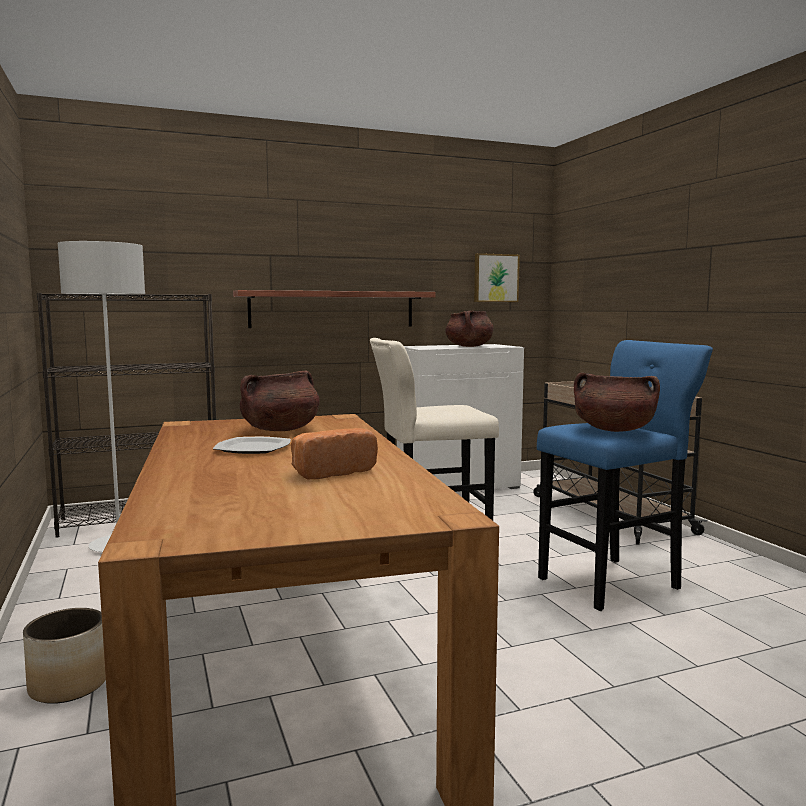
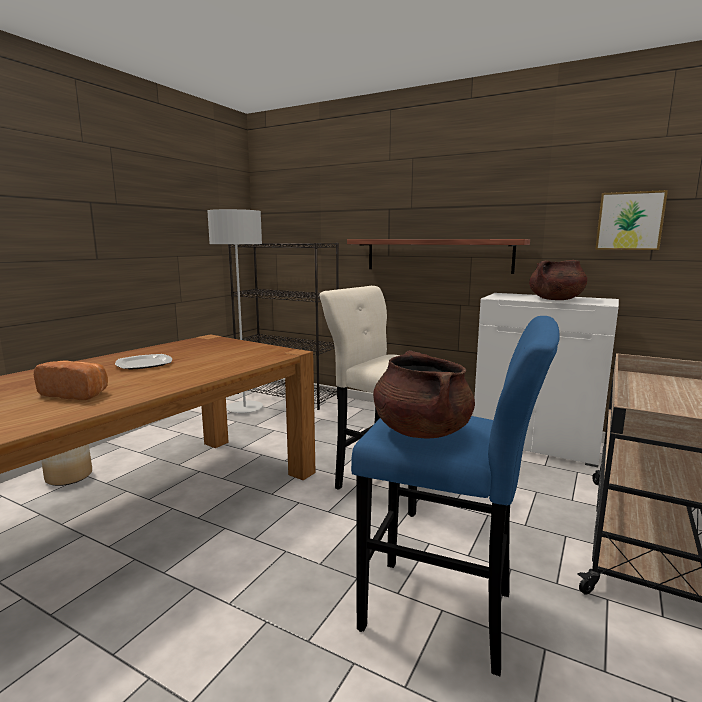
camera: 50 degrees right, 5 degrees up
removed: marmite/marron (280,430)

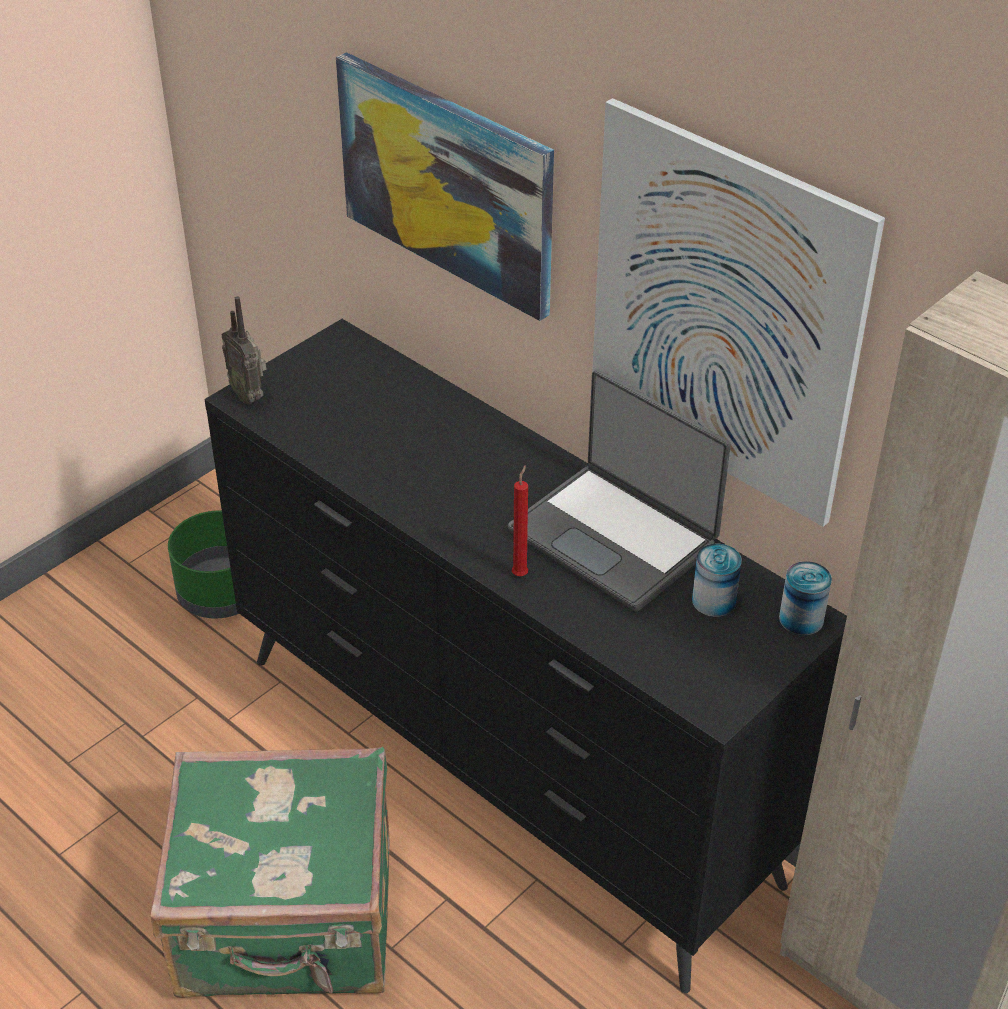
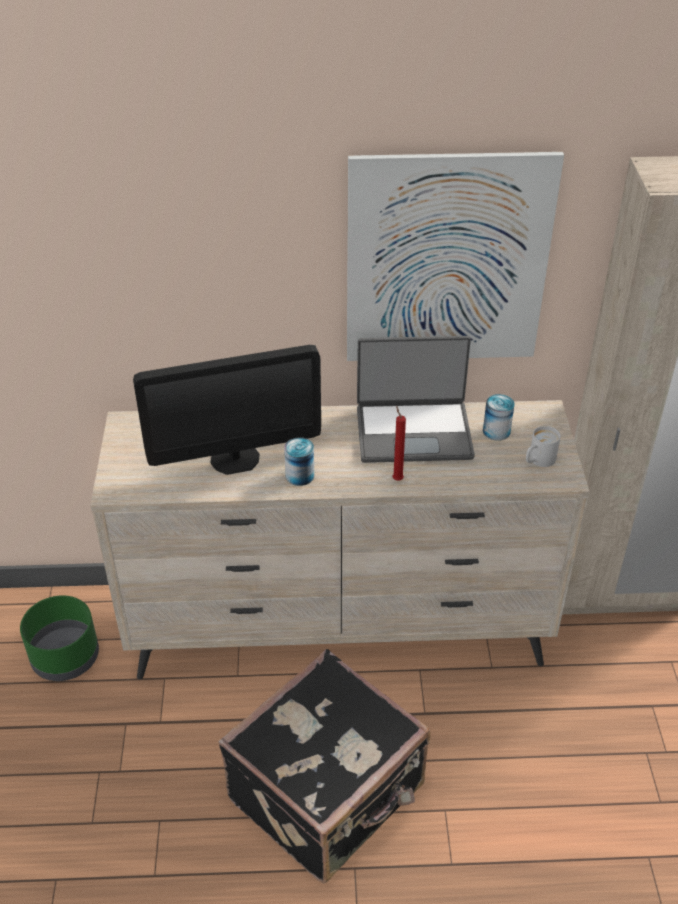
camera: 45 degrees left, 0 degrees up
removed: radio (249,395); tableau (447,182)
added: écran d'ordinateur (235,459); mug/blanc (538,461)
moved: boîte métallique (801,619) to (300,475)
recoloured: valise/vert (288,922) to valise/noir (329,795); commode/noir (505,770) to commode/beige (341,630)

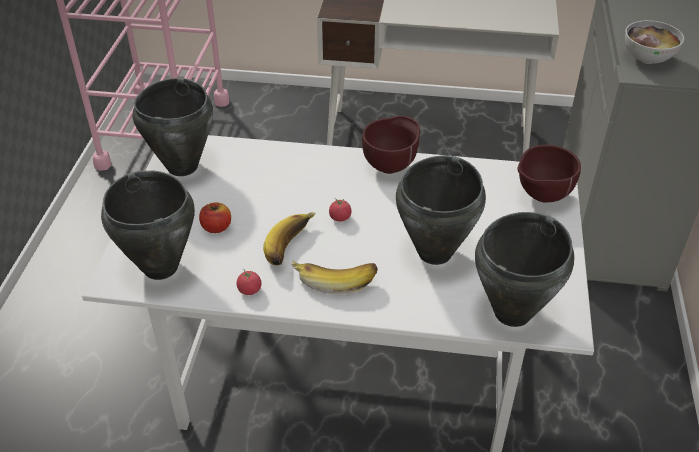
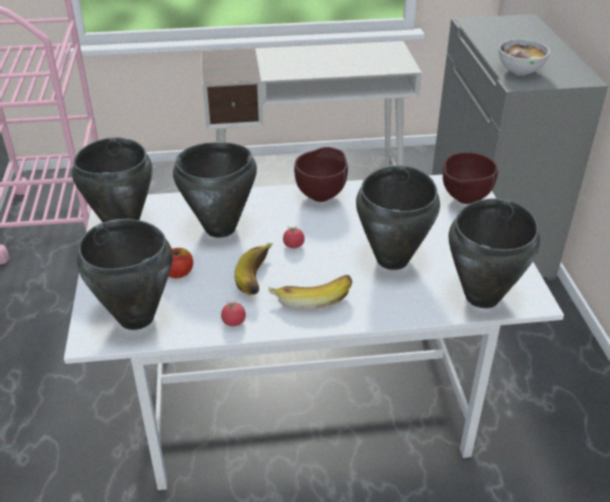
camera: 15 degrees left, 5 degrees down
added: marmite/noir (221,229)

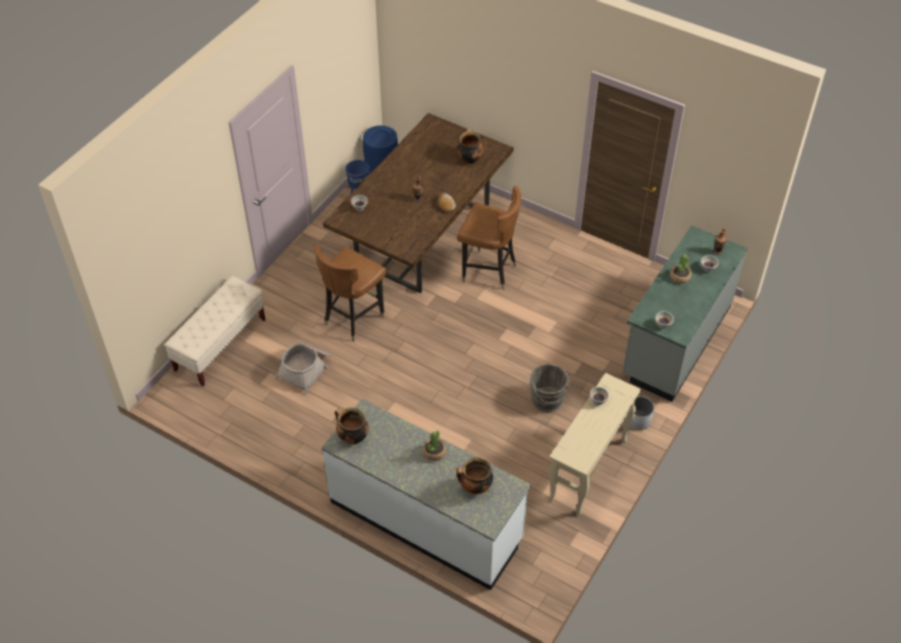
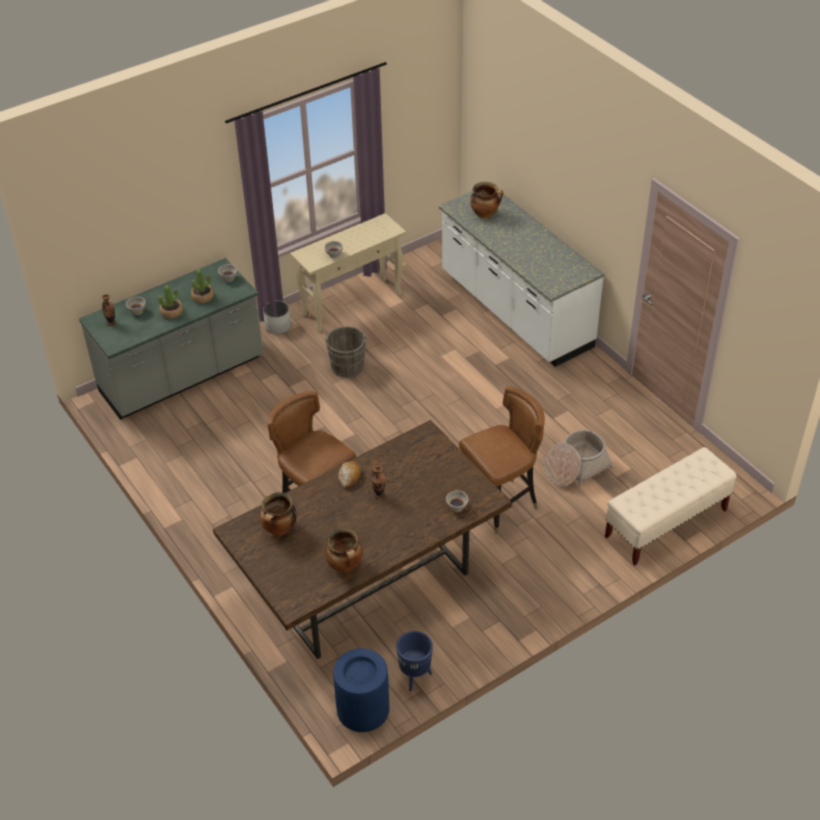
camera: 155 degrees left, 5 degrees down
moved: marmite (352,437) to (345,566); plante en pot (434,452) to (202,297)

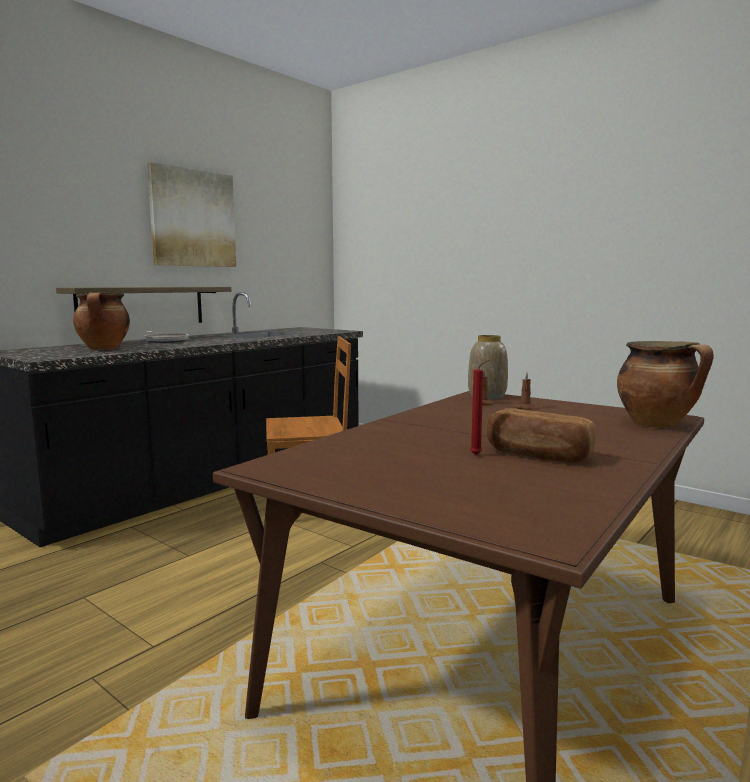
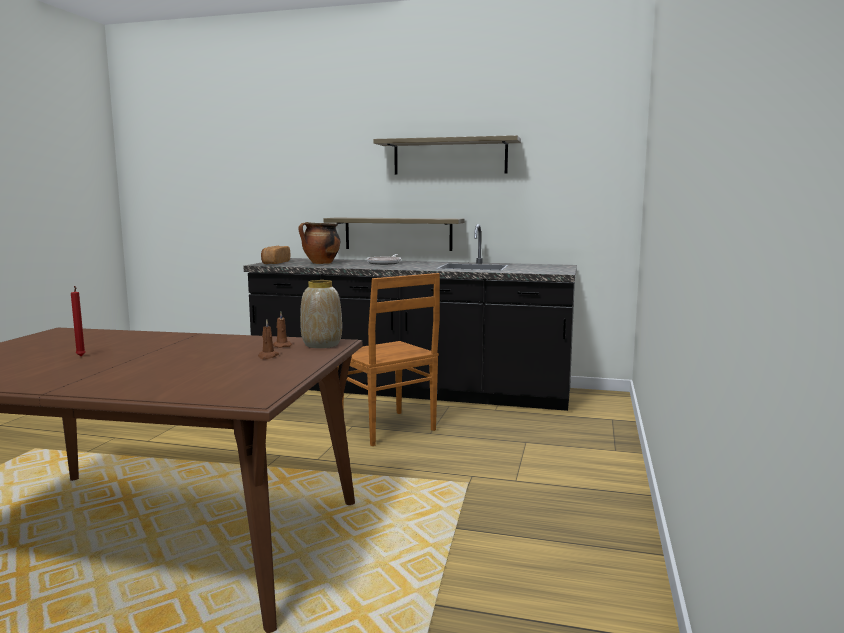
camera: 65 degrees right, 0 degrees up
removed: marmite (658,424)
moved: pain (537,455) to (275,263)
replaced: tableau (193,218) to étagère (450,157)

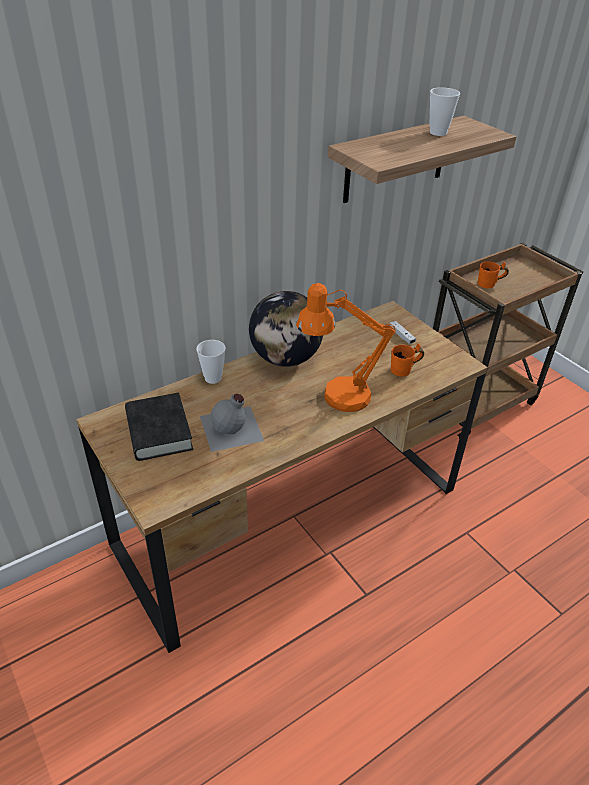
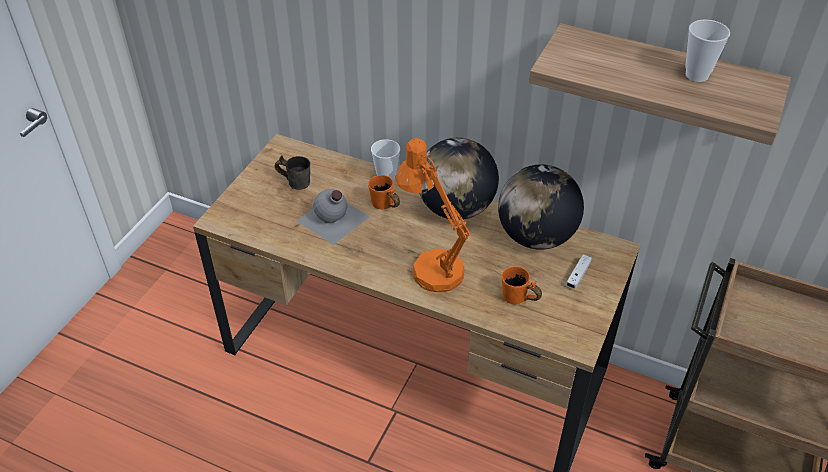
camera: 60 degrees right, 5 degrees up
added: globe (536,237)
moved: mug/orange (490,286) to (383,207)
replaced: livre/noir (159,432) to mug/gris (296,181)

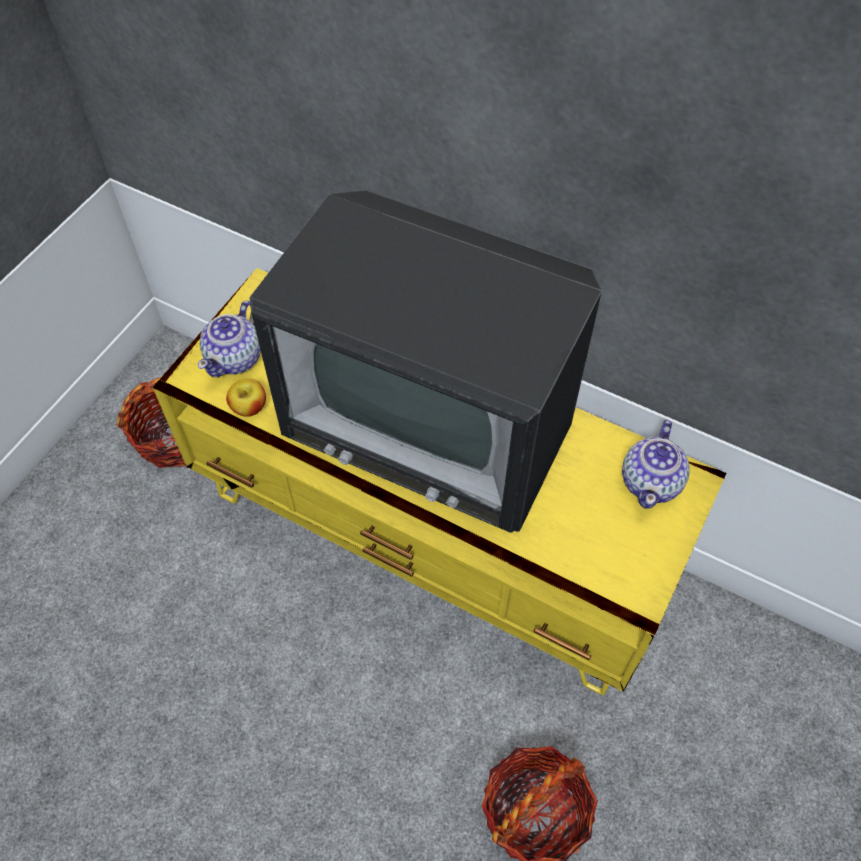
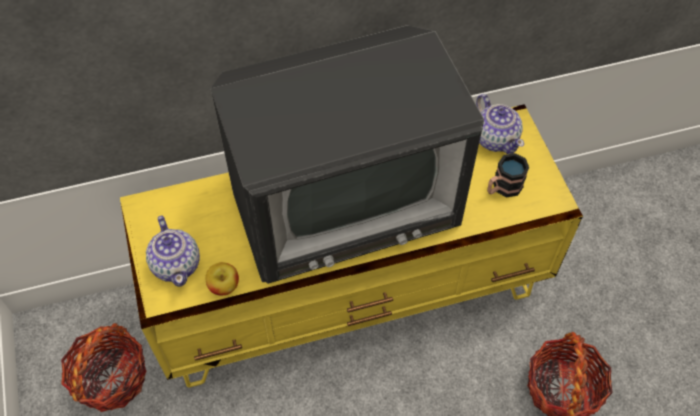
camera: 45 degrees left, 0 degrees up
added: mug (502,188)

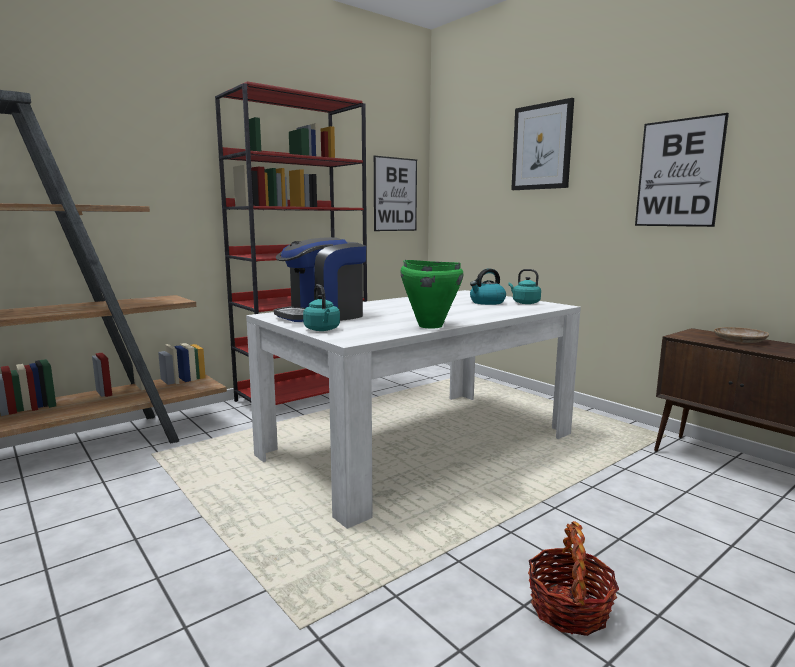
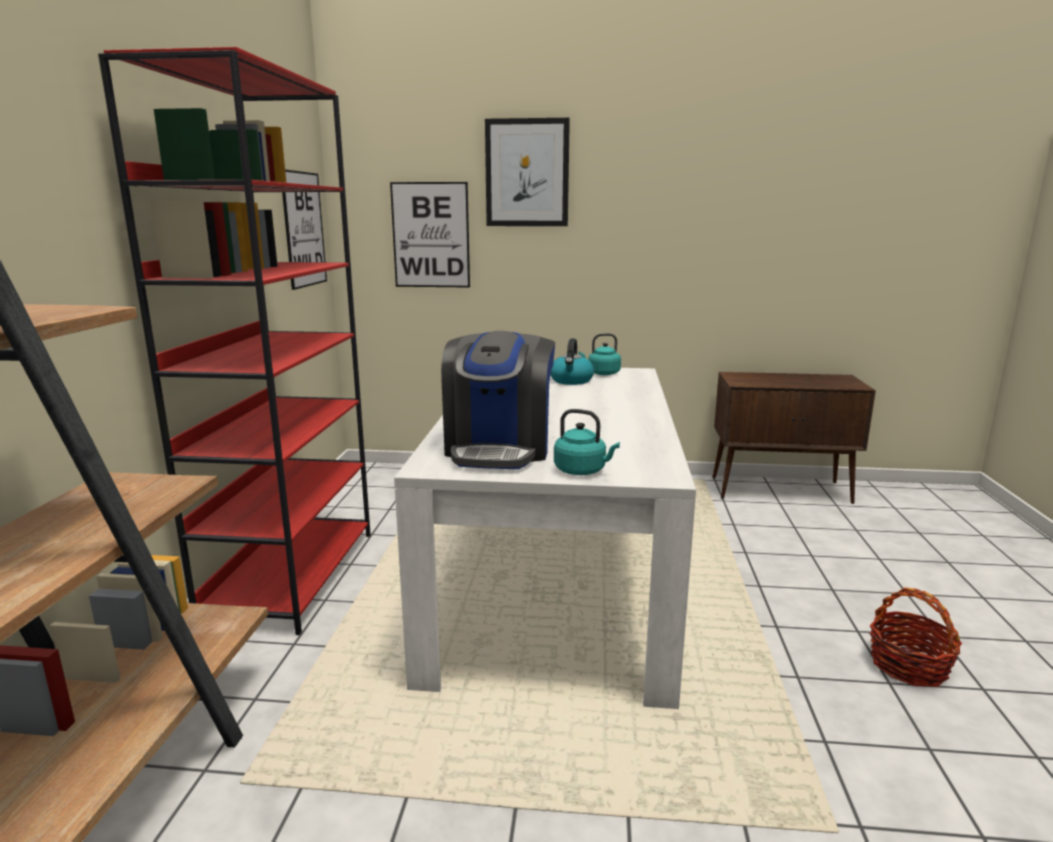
camera: 45 degrees left, 5 degrees up
removed: marmite/vert (430,326); assiette/beige (740,340)
moved: tableau (678,173) to (431,235)

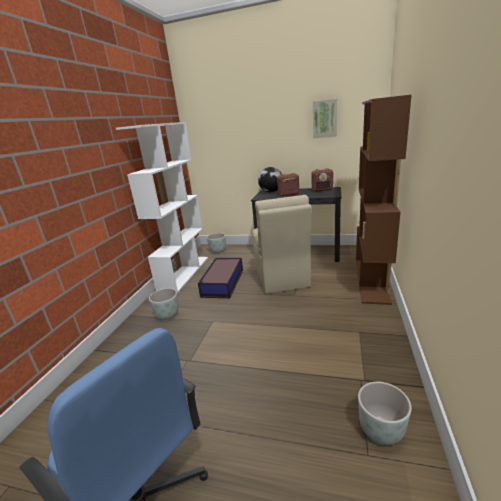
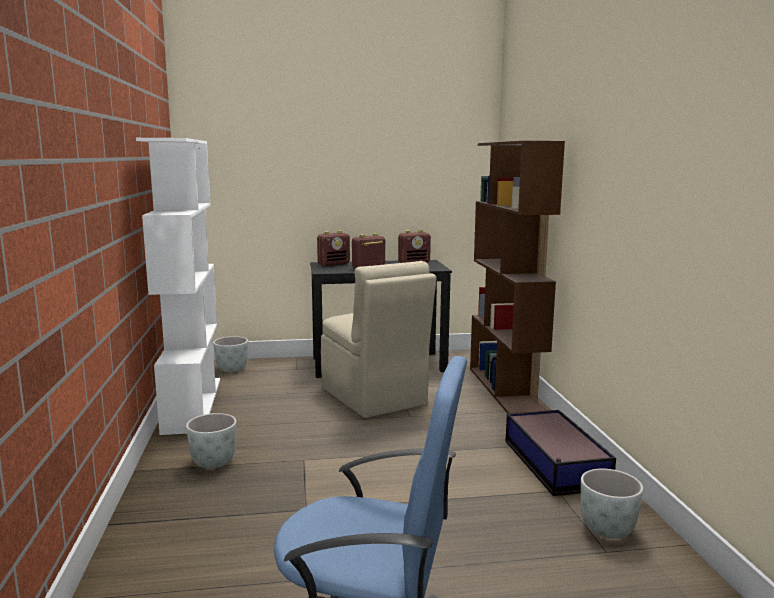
camera: 25 degrees left, 10 degrees down
removed: tableau (324,119)
moved: boîte de rangement (222,283) to (555,464)
replaced: globe (271,192) to radio (334,264)

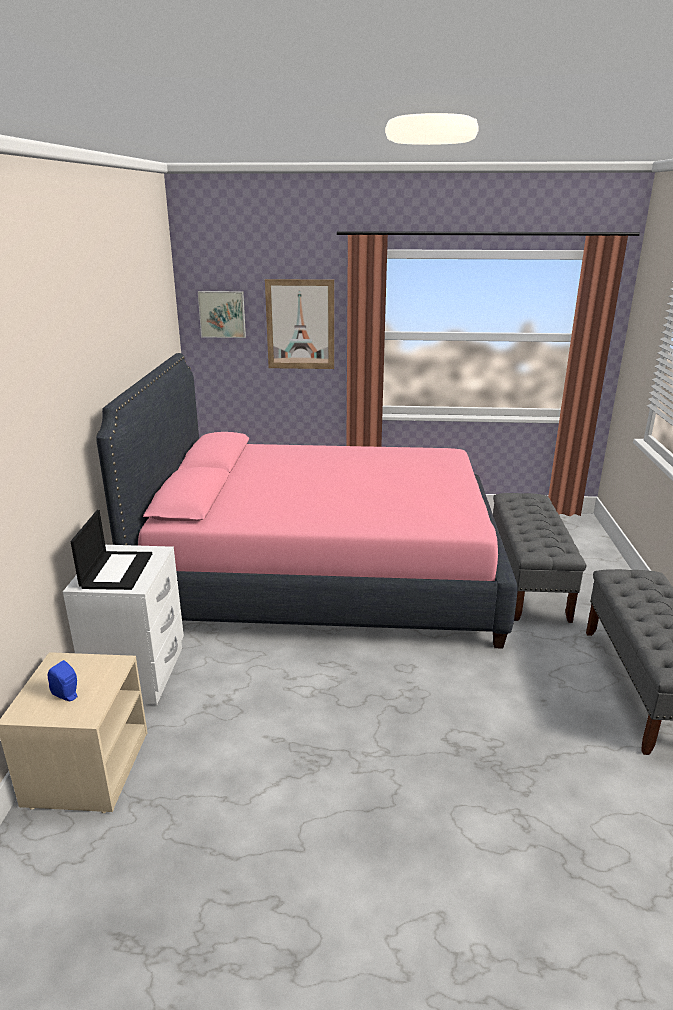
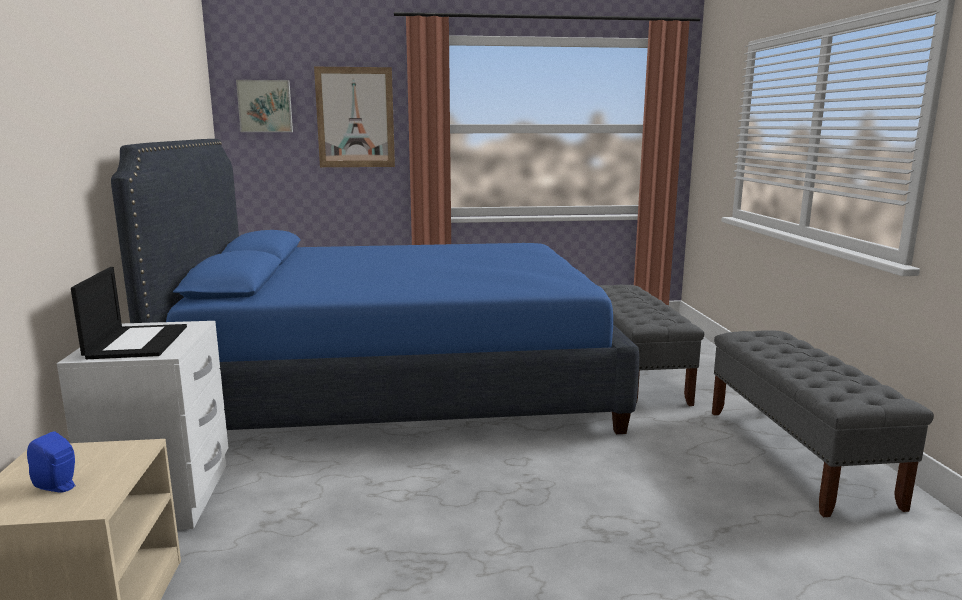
camera: 10 degrees left, 10 degrees down
recoloured: lit/rose (323,574) to lit/bleu (398,384)

